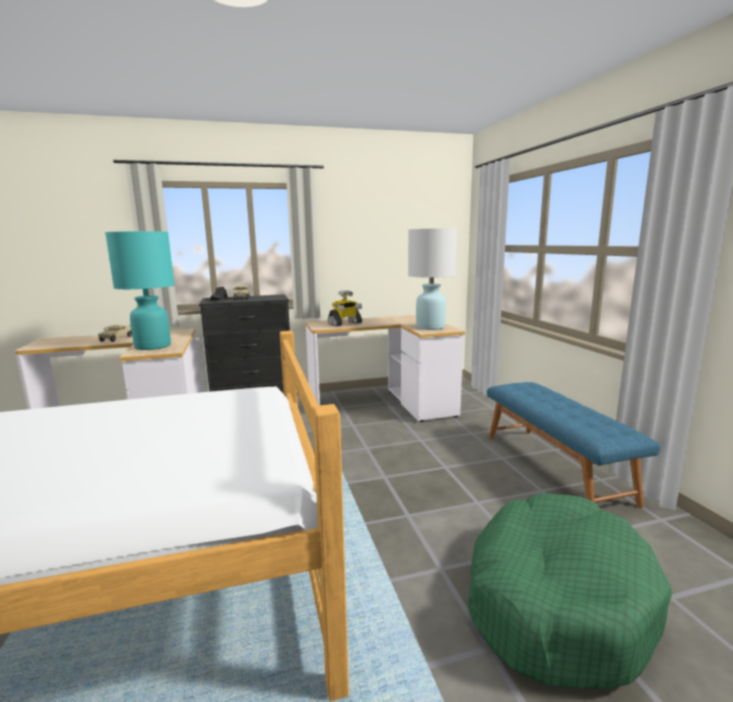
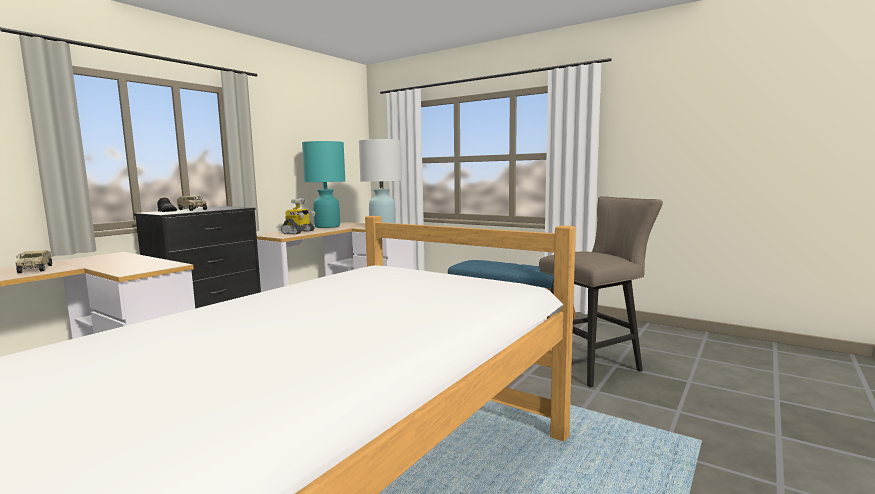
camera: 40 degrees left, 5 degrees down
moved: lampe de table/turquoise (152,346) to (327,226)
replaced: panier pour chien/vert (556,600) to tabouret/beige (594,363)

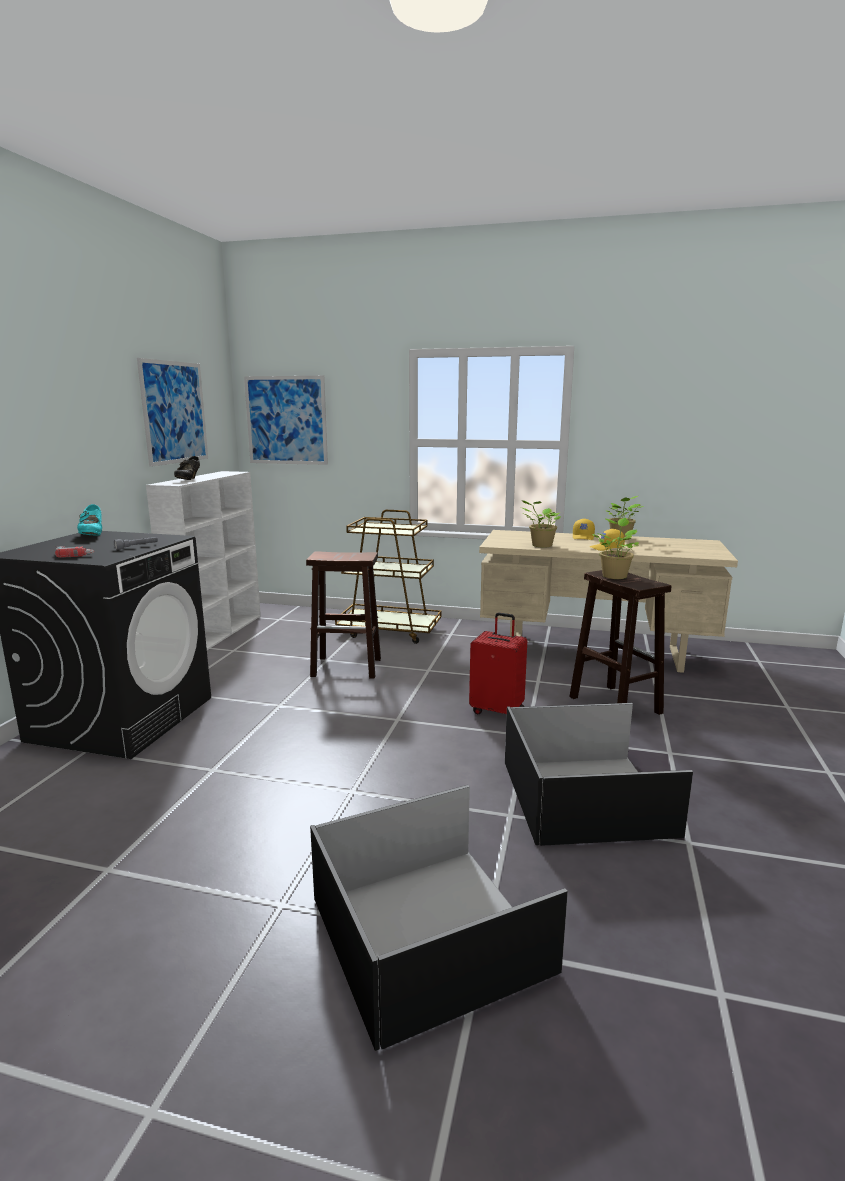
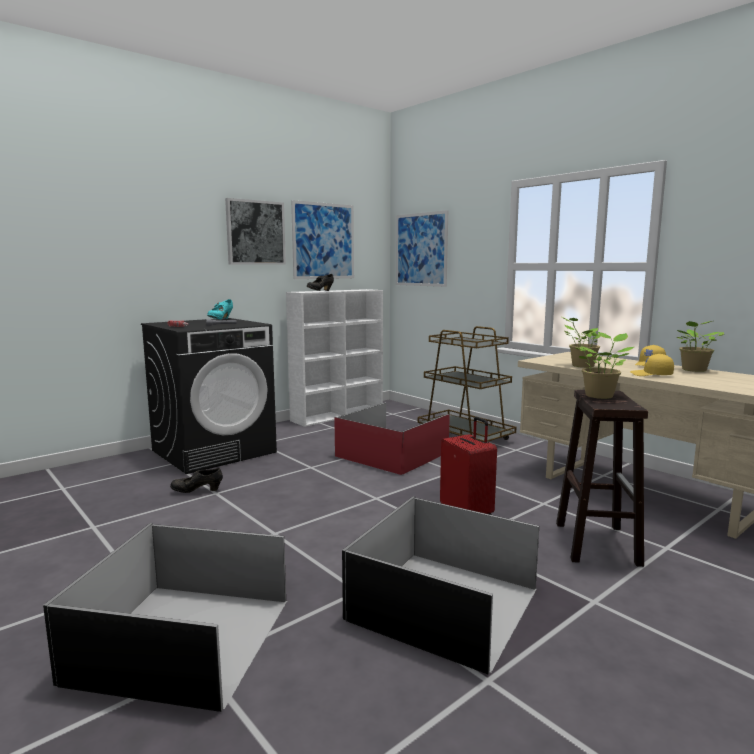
camera: 35 degrees right, 5 degrees down
added: chaussure/noir (197,491); tableau (255,232)
replaced: tabouret/marron (348,667) to boîte de rangement/rouge (393,455)

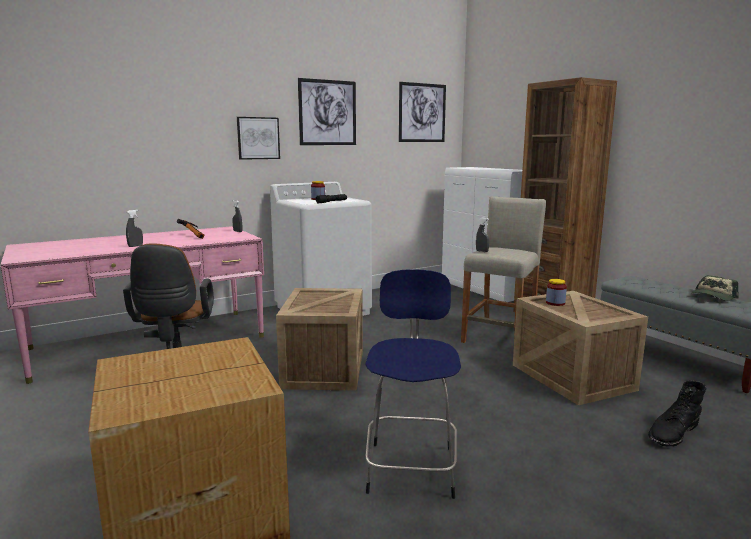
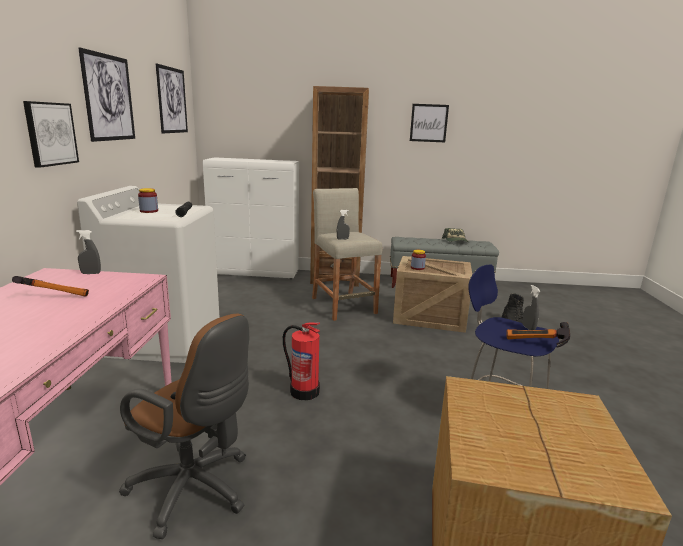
camera: 55 degrees left, 5 degrees up
added: tableau (428,123); marteau (536,344)
moved: vaporisateur/gris (135,246) to (528,328)
replaced: caisse (325,369) to extincteur (304,391)

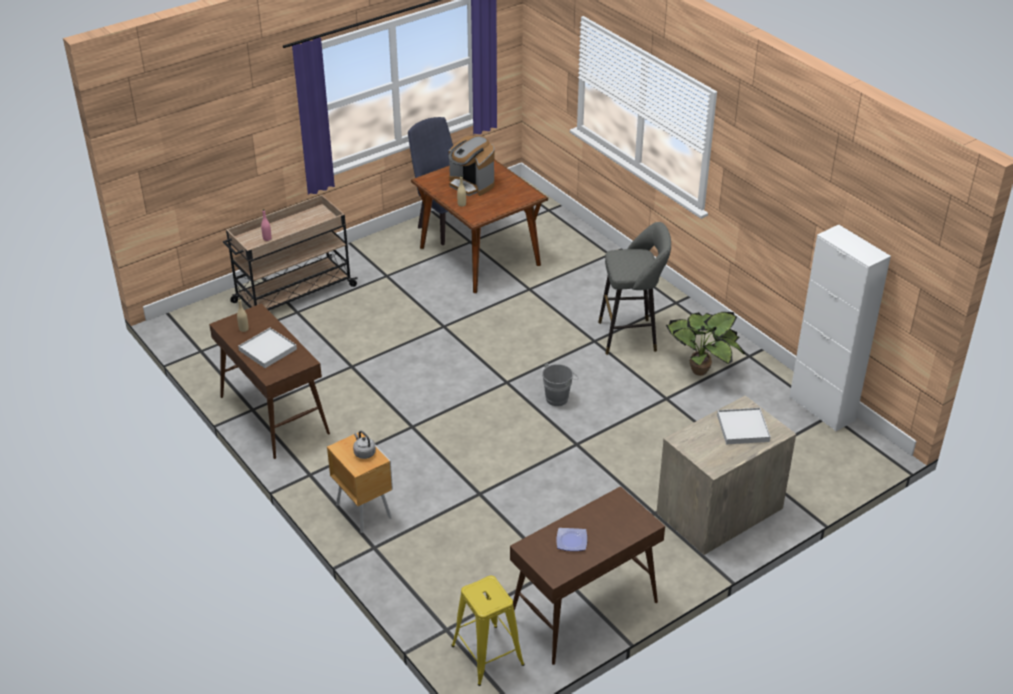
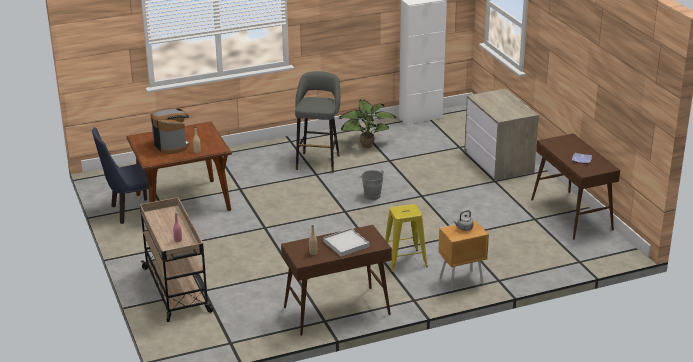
camera: 75 degrees left, 10 degrees down
removed: plateau/blanc (743,428)
moved: tabouret/jaune (487,655) to (404,261)
turned: machine à café (471,184) = (171,145) 90 degrees counterclockwise

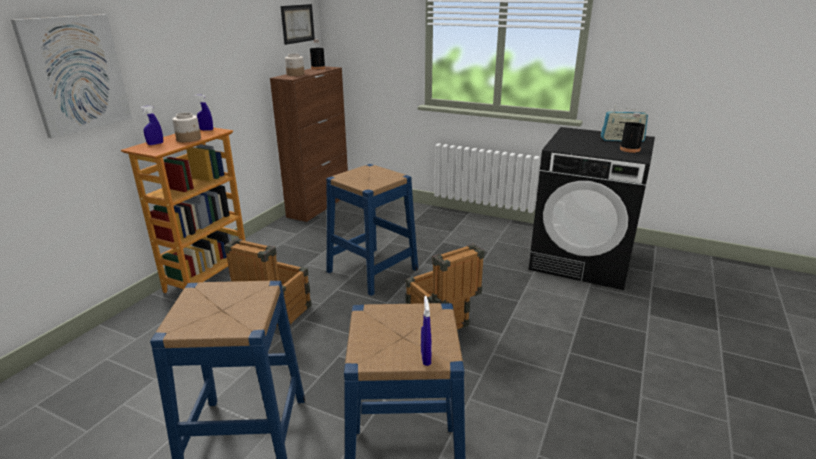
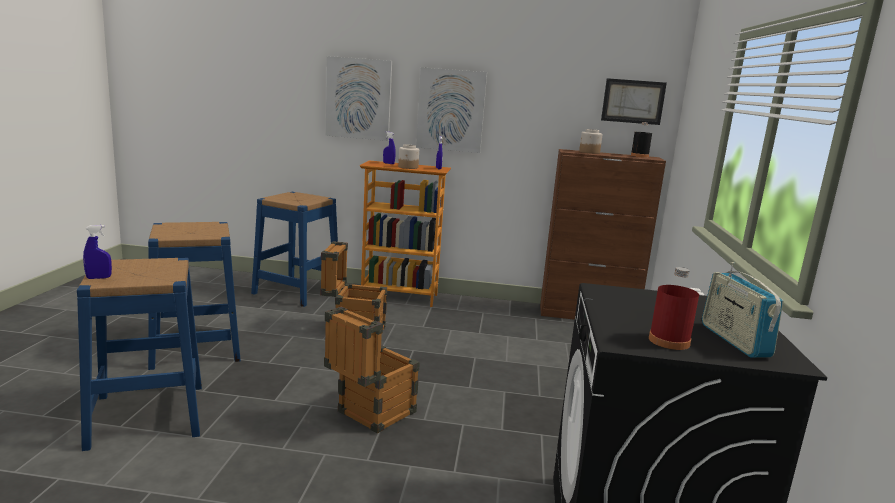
camera: 70 degrees right, 10 degrees down
added: tableau (451,110)
moved: tabouret/bleu (372,270) to (297,291)
recoloured: bouteille/noir (630,149) to bouteille/rouge (669,341)

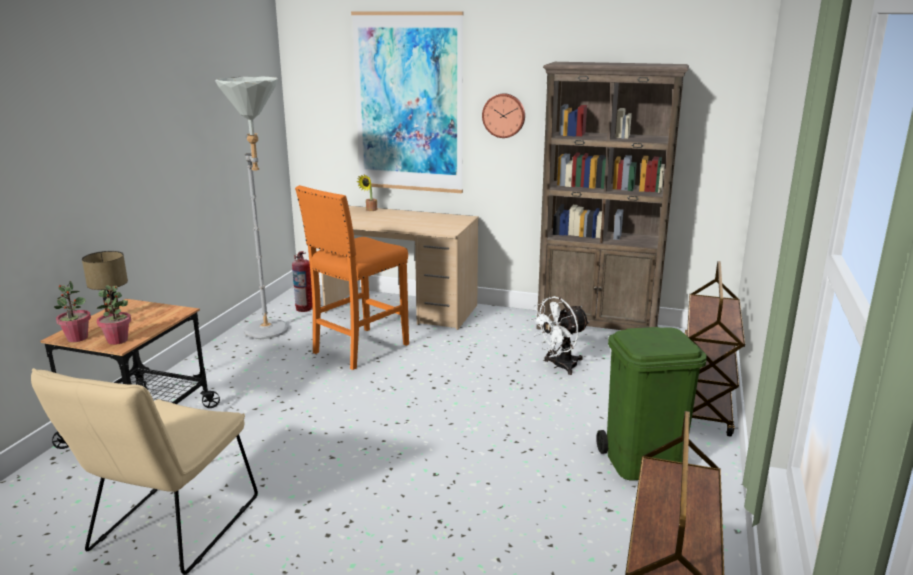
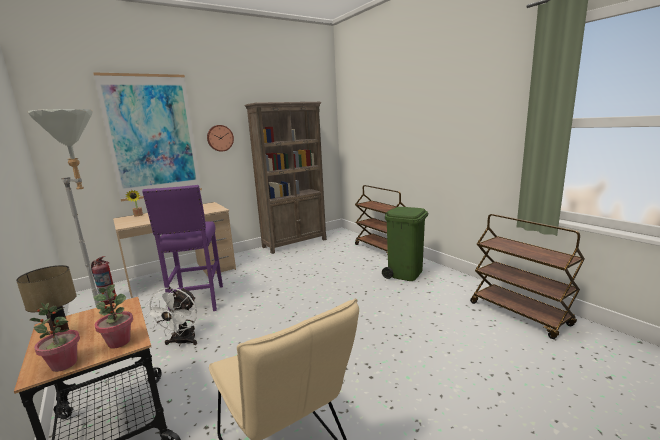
camera: 50 degrees left, 5 degrees down
moved: ventilateur/blanc (559,366) to (182,342)
recoloured: tabouret/orange (359,349) to tabouret/violet (197,301)

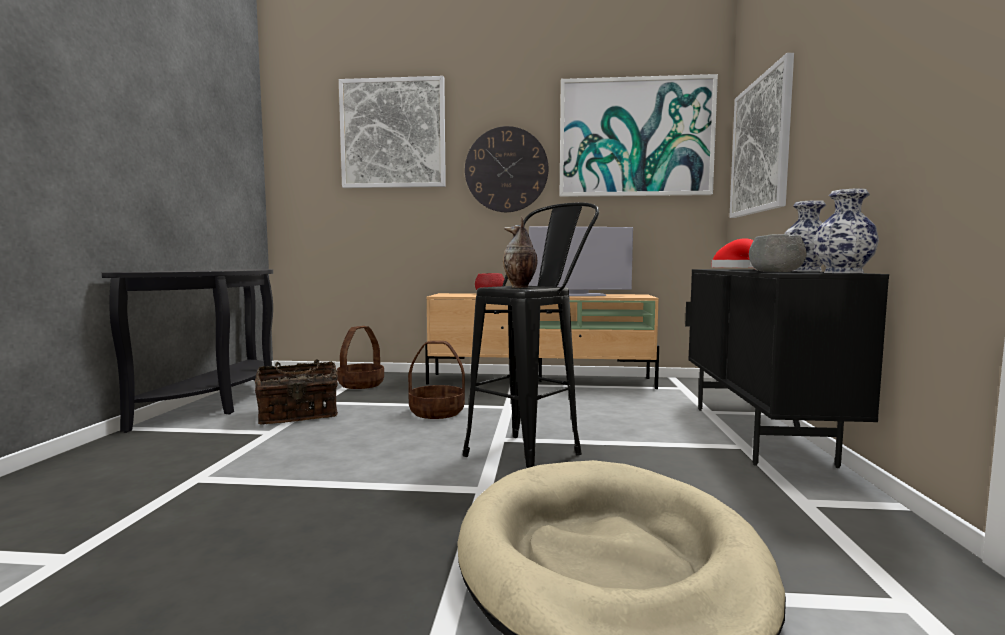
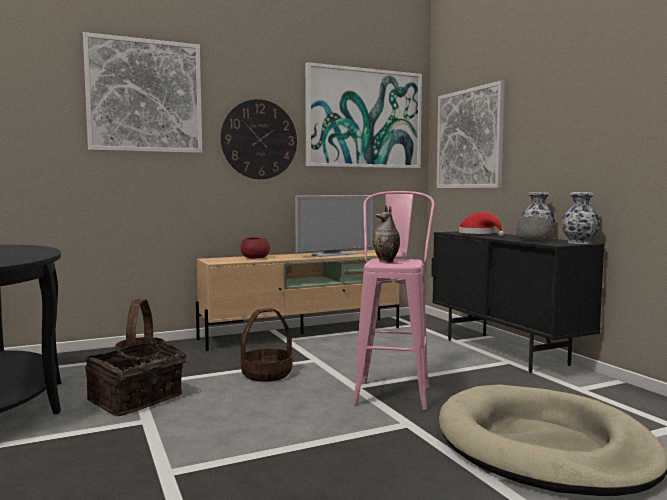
camera: 30 degrees left, 0 degrees up
recoloured: tabouret/noir (533,451) to tabouret/rose (393,390)

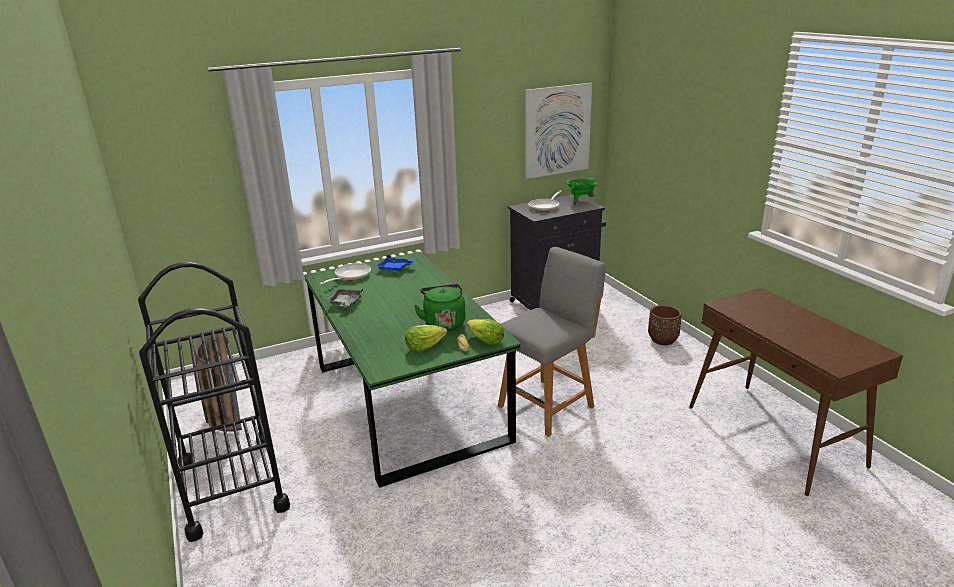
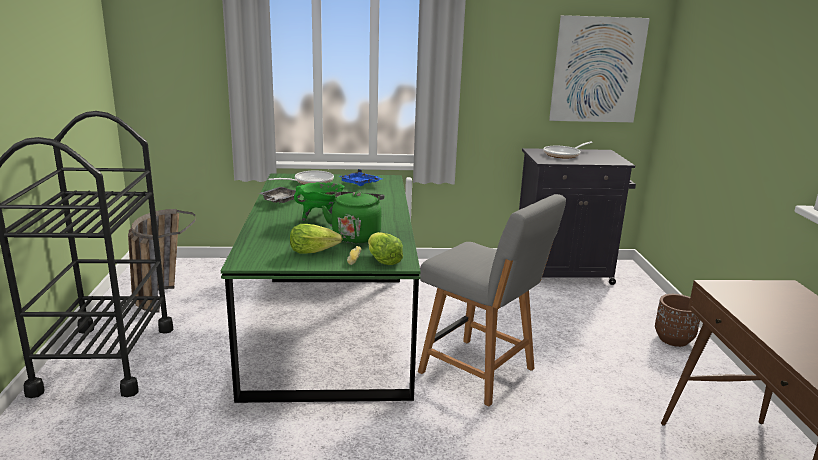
camera: 20 degrees right, 5 degrees down
moved: marmite/vert (580,201) to (321,218)
turned: chaise/gris (548,405) = (480,372) 60 degrees clockwise

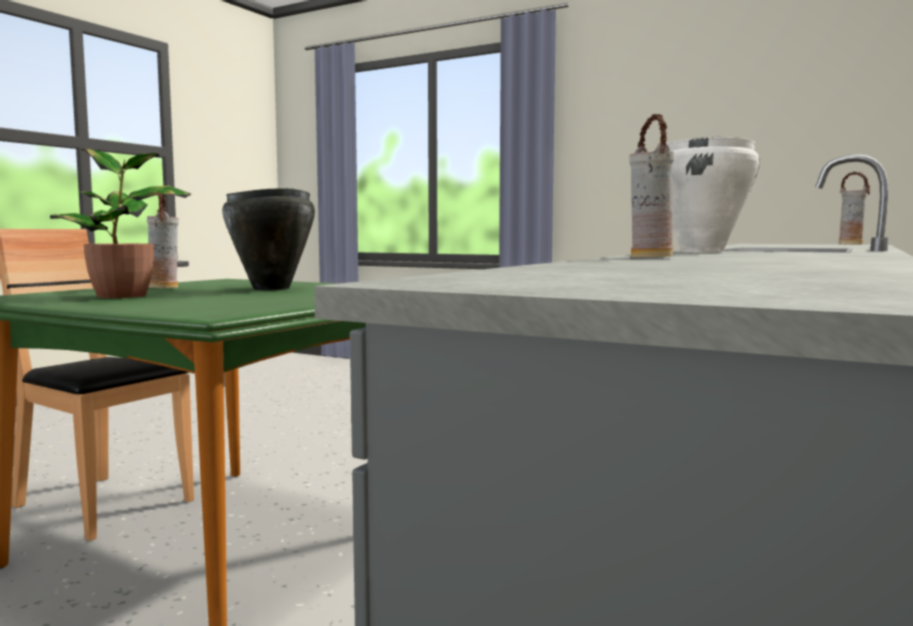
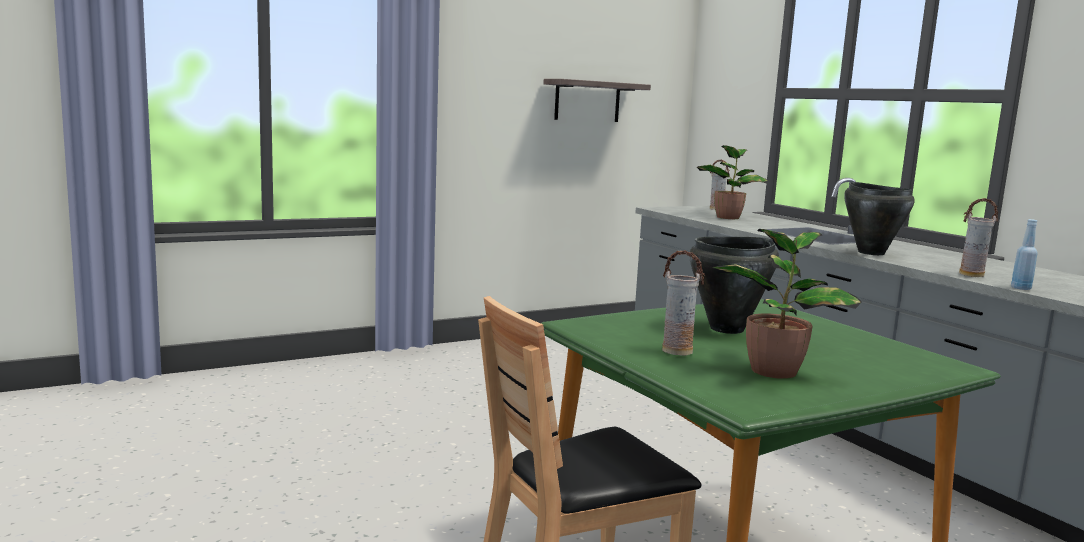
camera: 60 degrees left, 5 degrees up
added: étagère (587,101); plante en pot (728,217); bouteille/bleu (1020,288)
recoloured: marmite/blanc (702,252) to marmite/noir (871,253)

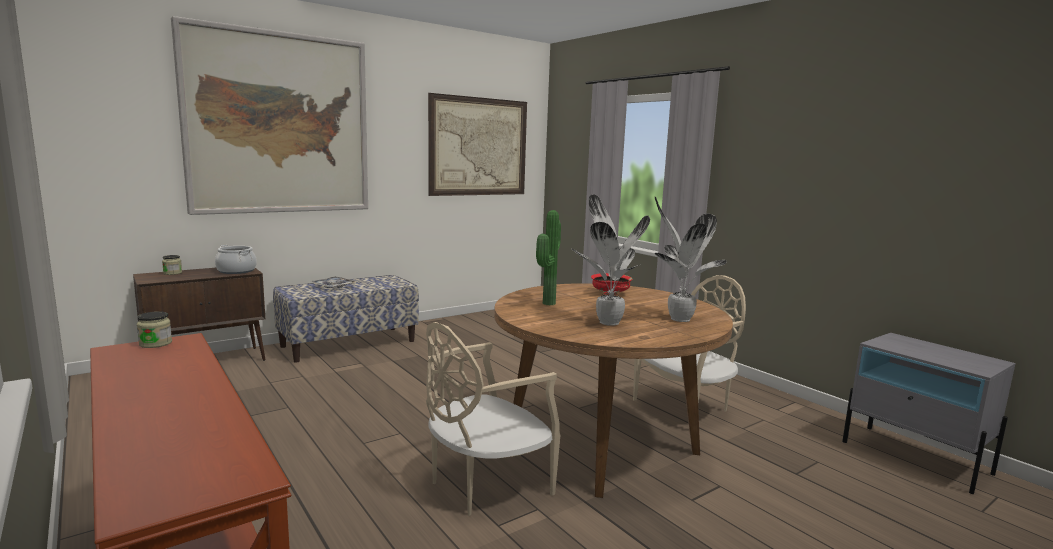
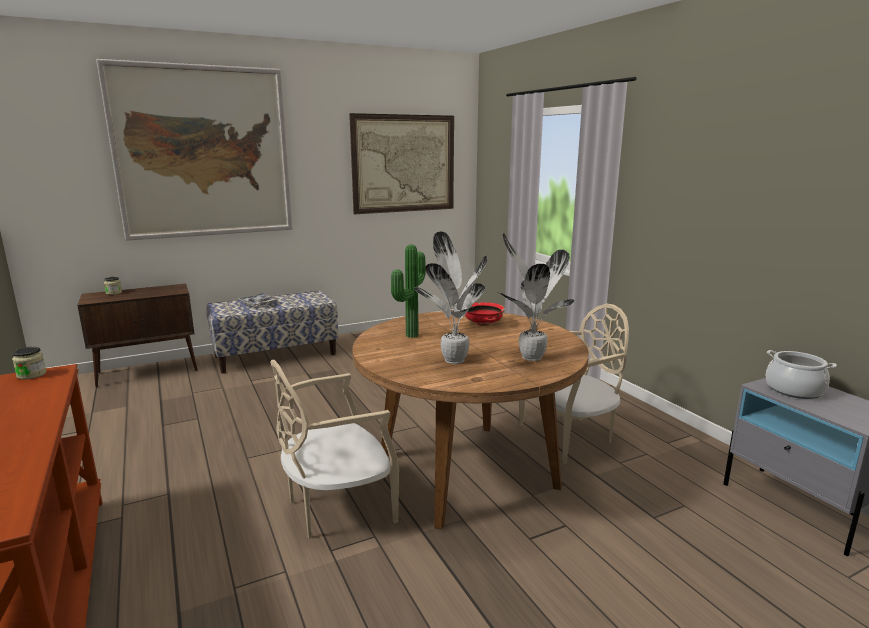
camera: 10 degrees right, 5 degrees up
moved: marmite (236,271) to (794,390)

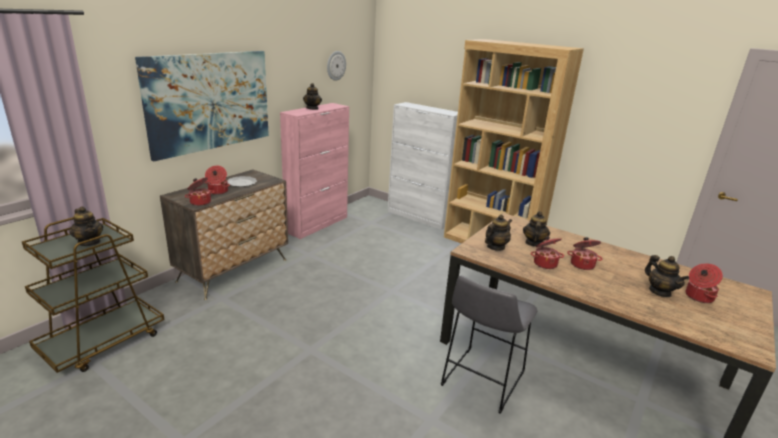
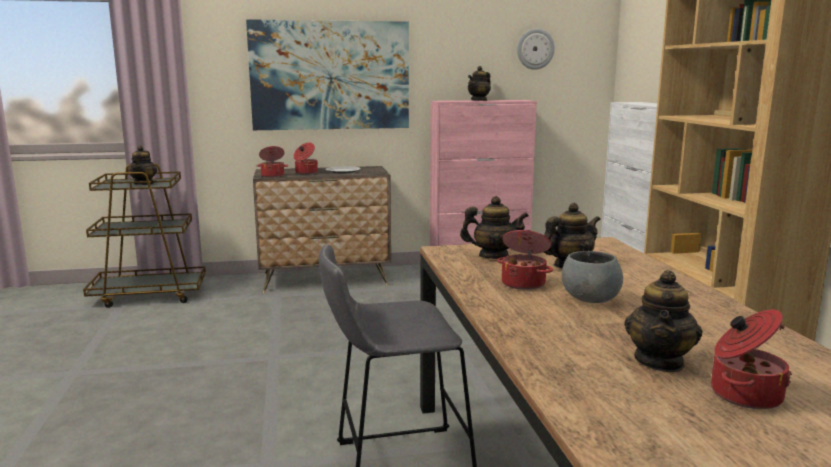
camera: 45 degrees right, 10 degrees down
replaced: marmite (582,264) to bol/gris (590,299)

